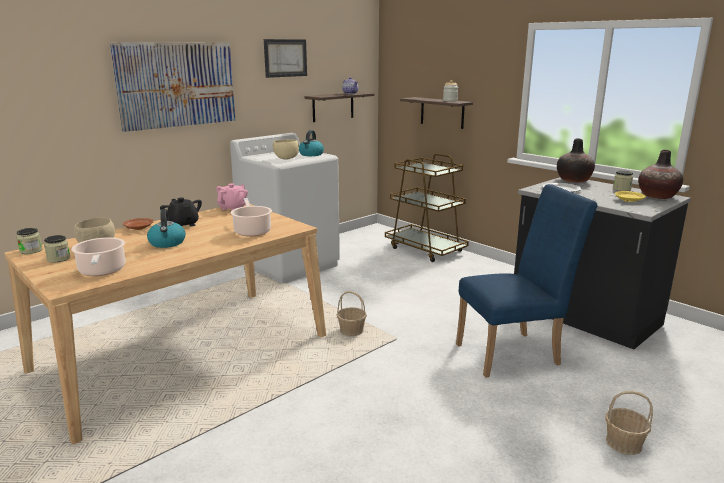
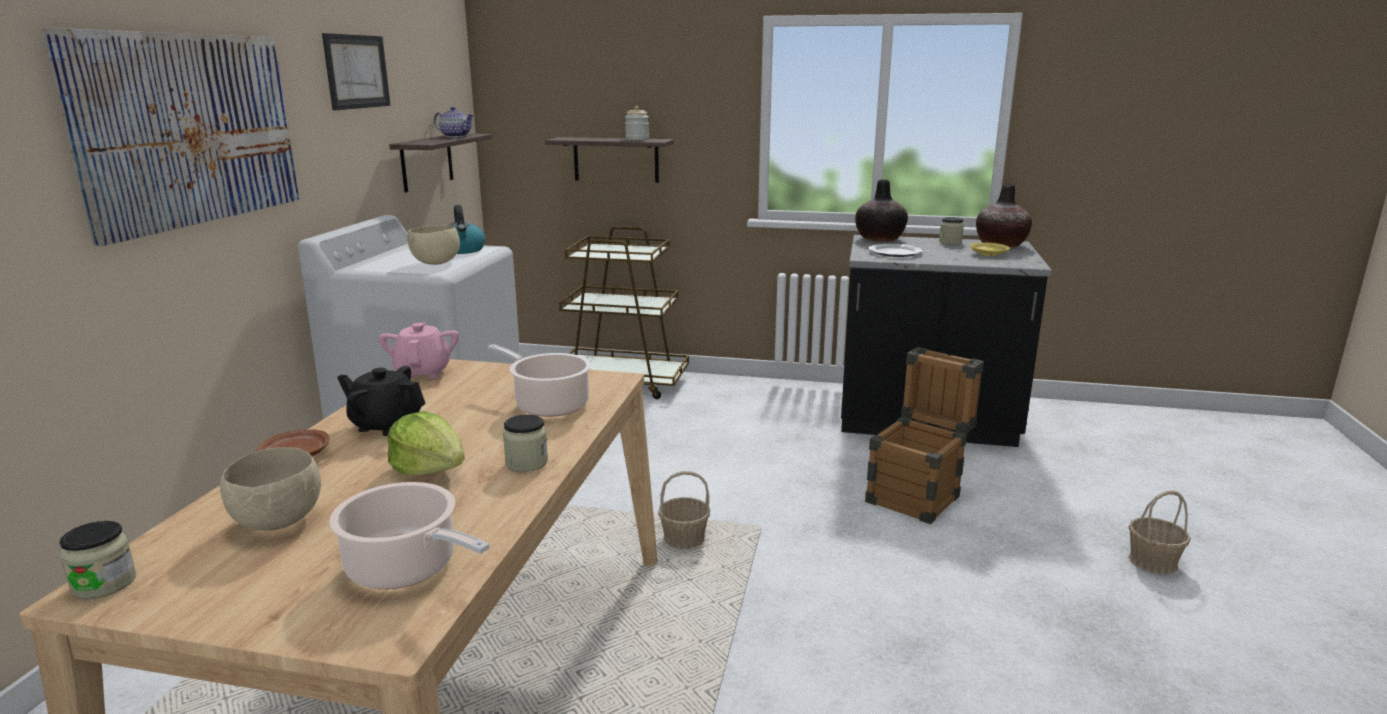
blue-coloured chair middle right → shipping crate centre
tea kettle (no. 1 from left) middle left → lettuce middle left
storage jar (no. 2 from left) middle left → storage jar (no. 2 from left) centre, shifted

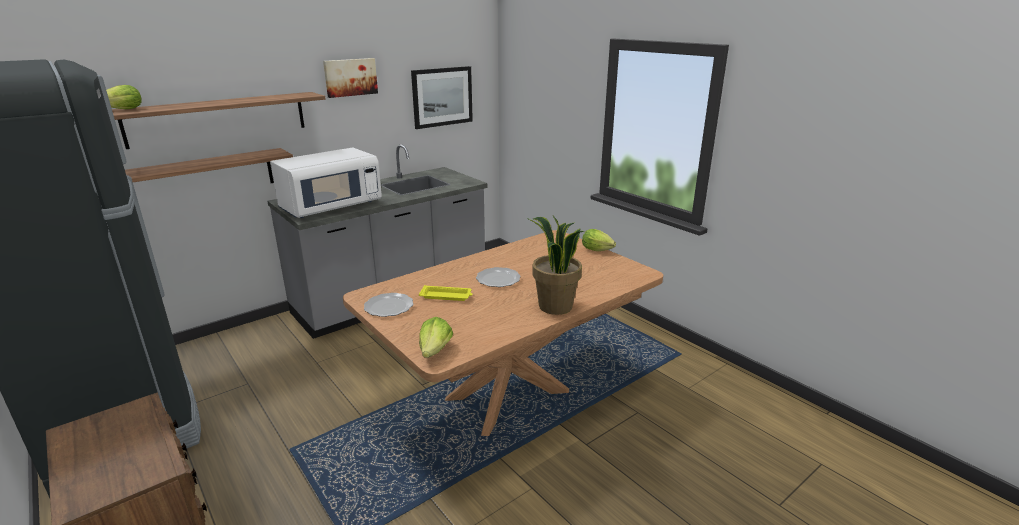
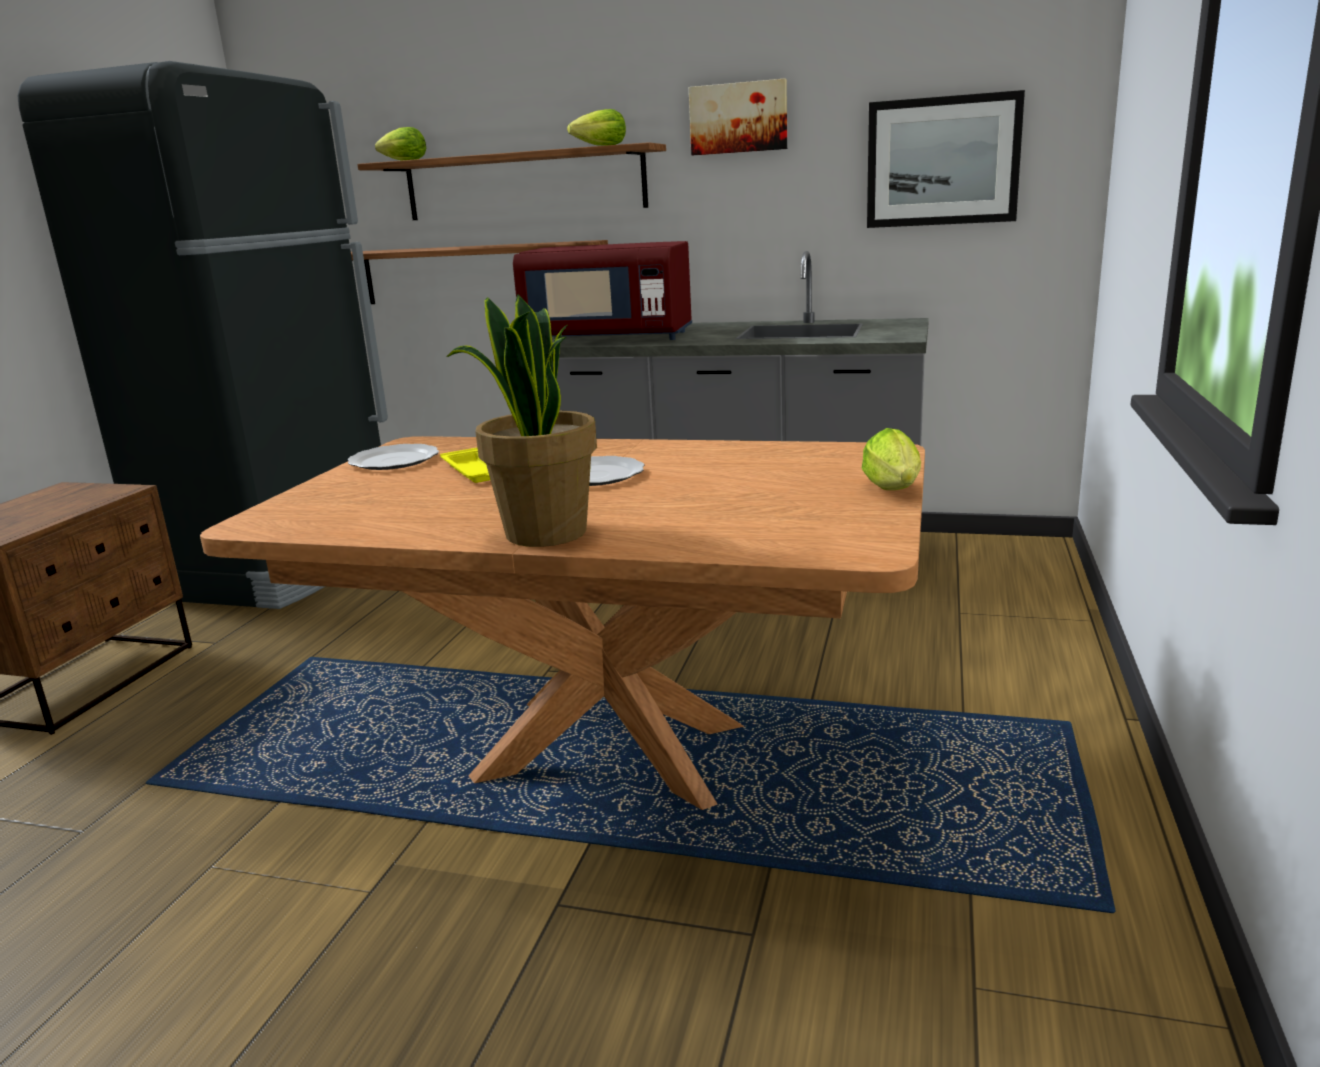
white microwave oven middle left → red microwave oven top centre
lettuce (no. 2 from left) centre → lettuce (no. 2 from left) top centre, shifted

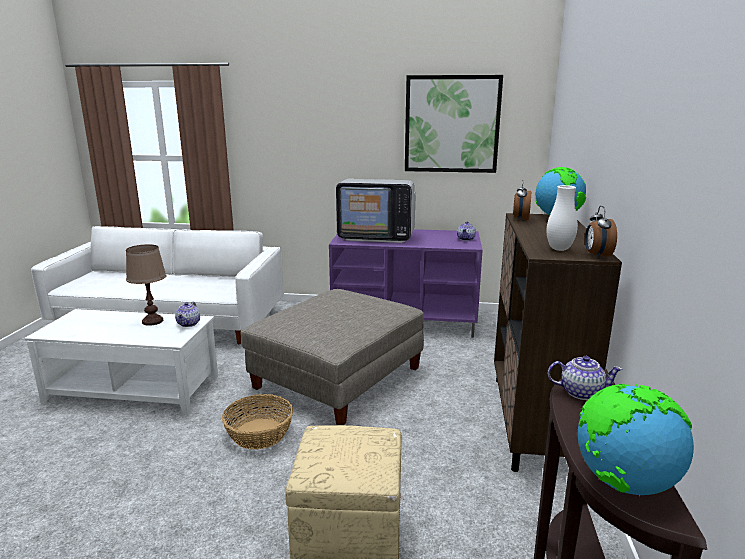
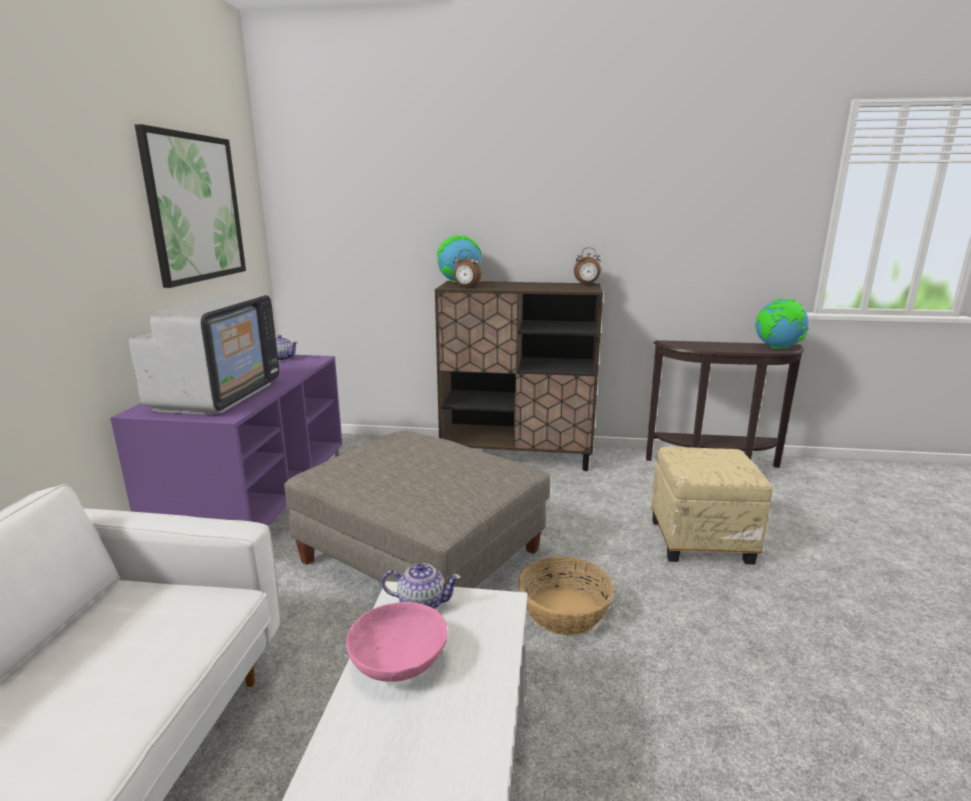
white decorative vase middle right → -
brownish table lamp middle left → pinkish bowl bottom centre
teapot (no. 3 from left) bottom right → -

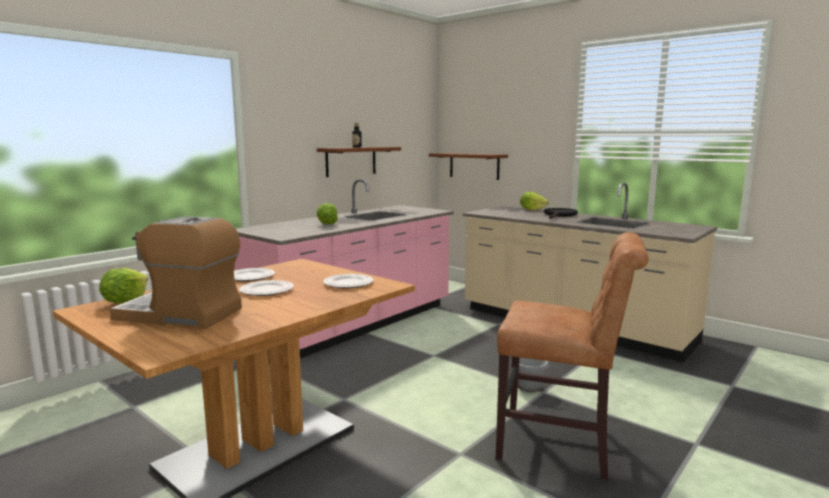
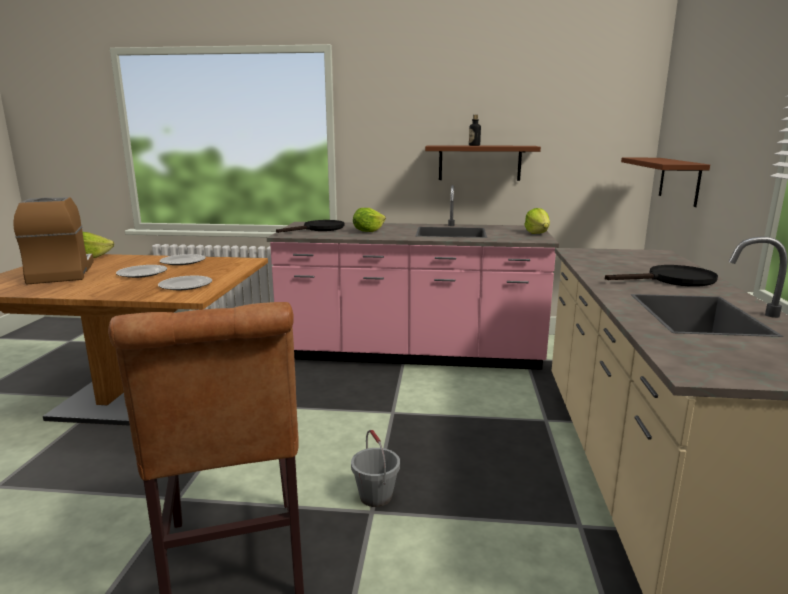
lettuce (no. 3 from left) centre → lettuce (no. 3 from left) middle right, shifted
- → black-coloured pan (no. 1 from left) centre

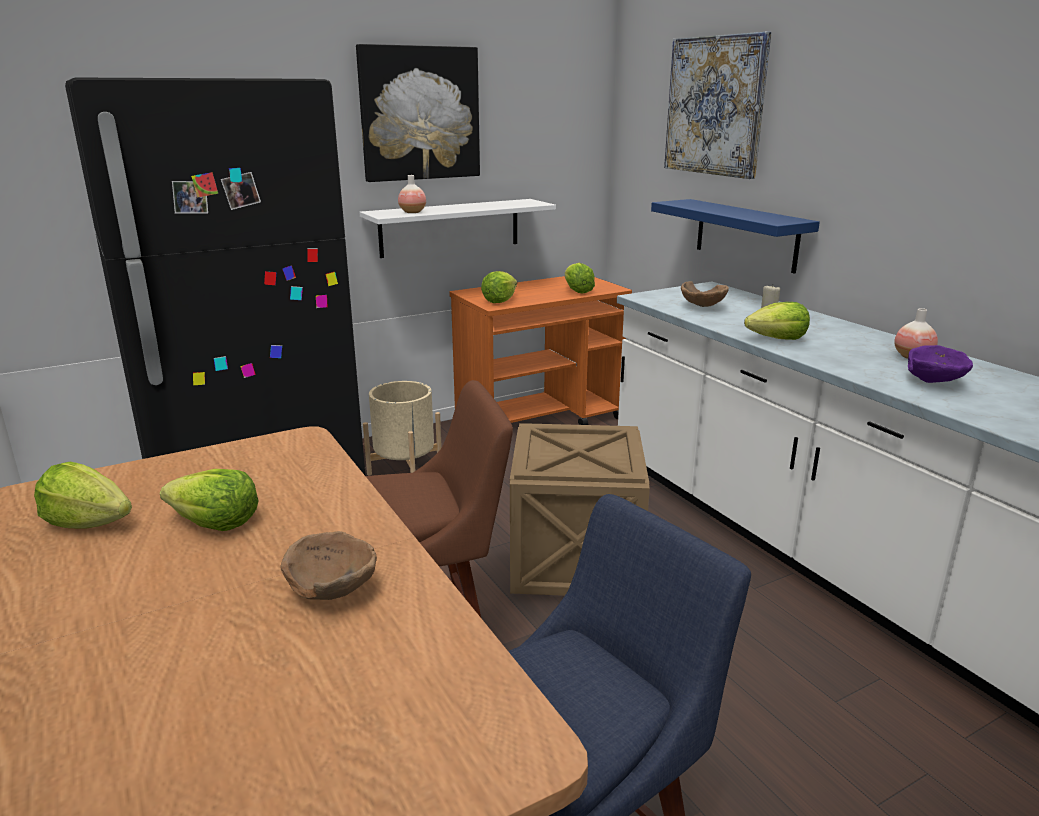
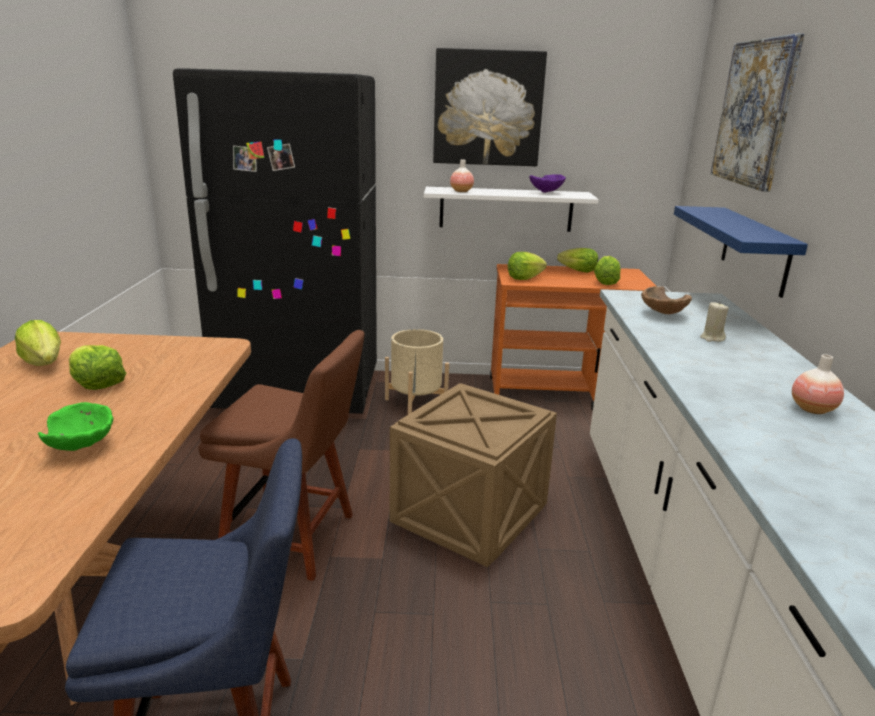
lettuce (no. 5 from left in the first image) middle right → lettuce (no. 4 from left) centre, shifted
purple-coloured bowl middle right → purple-coloured bowl top centre, shifted
brownish bowl (no. 1 from left) bottom left → greenish bowl middle left

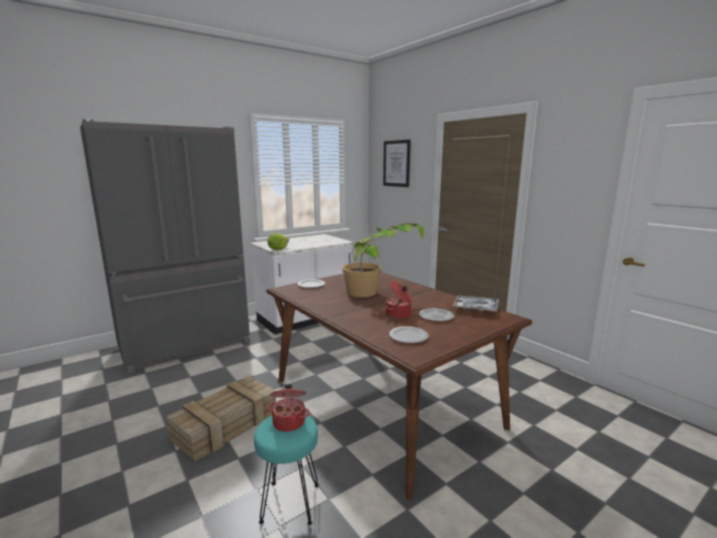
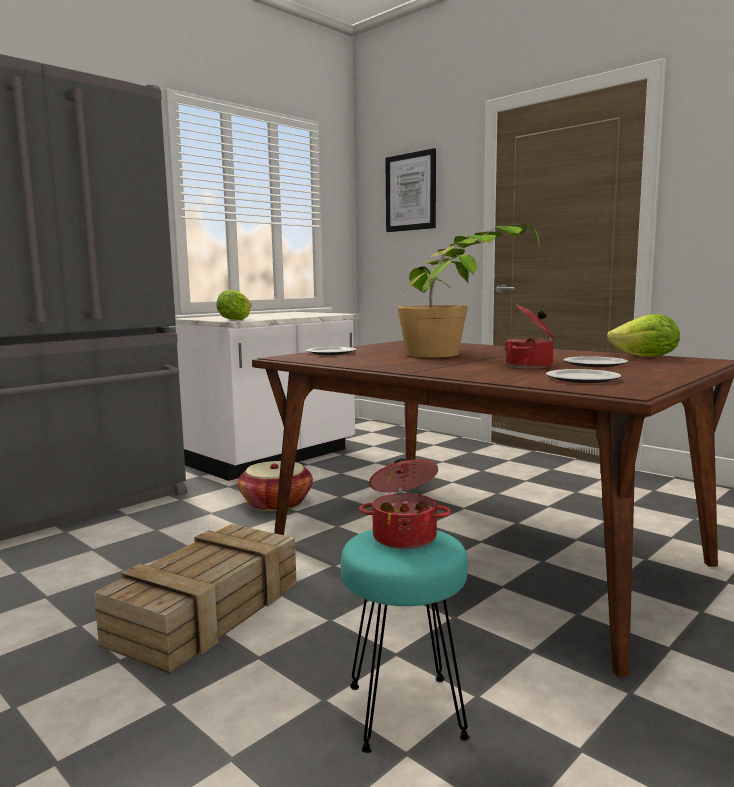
tray centre → lettuce (no. 2 from left) middle right
- → household basket centre

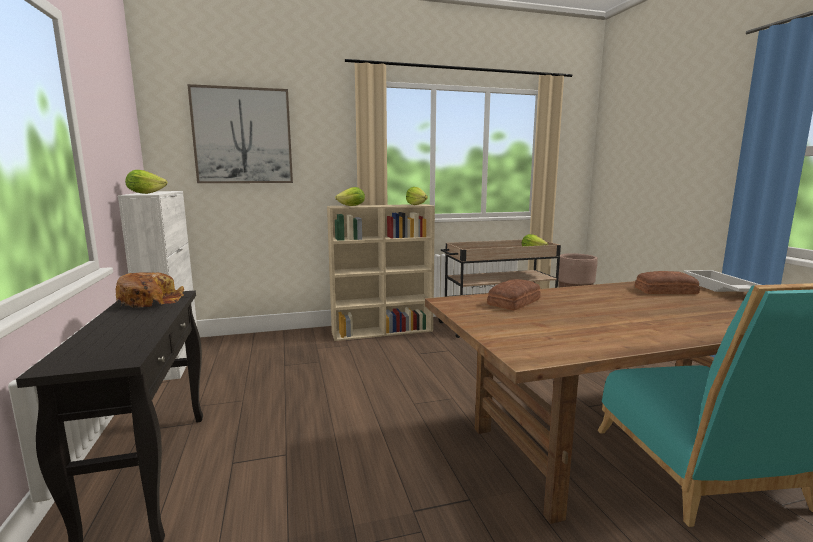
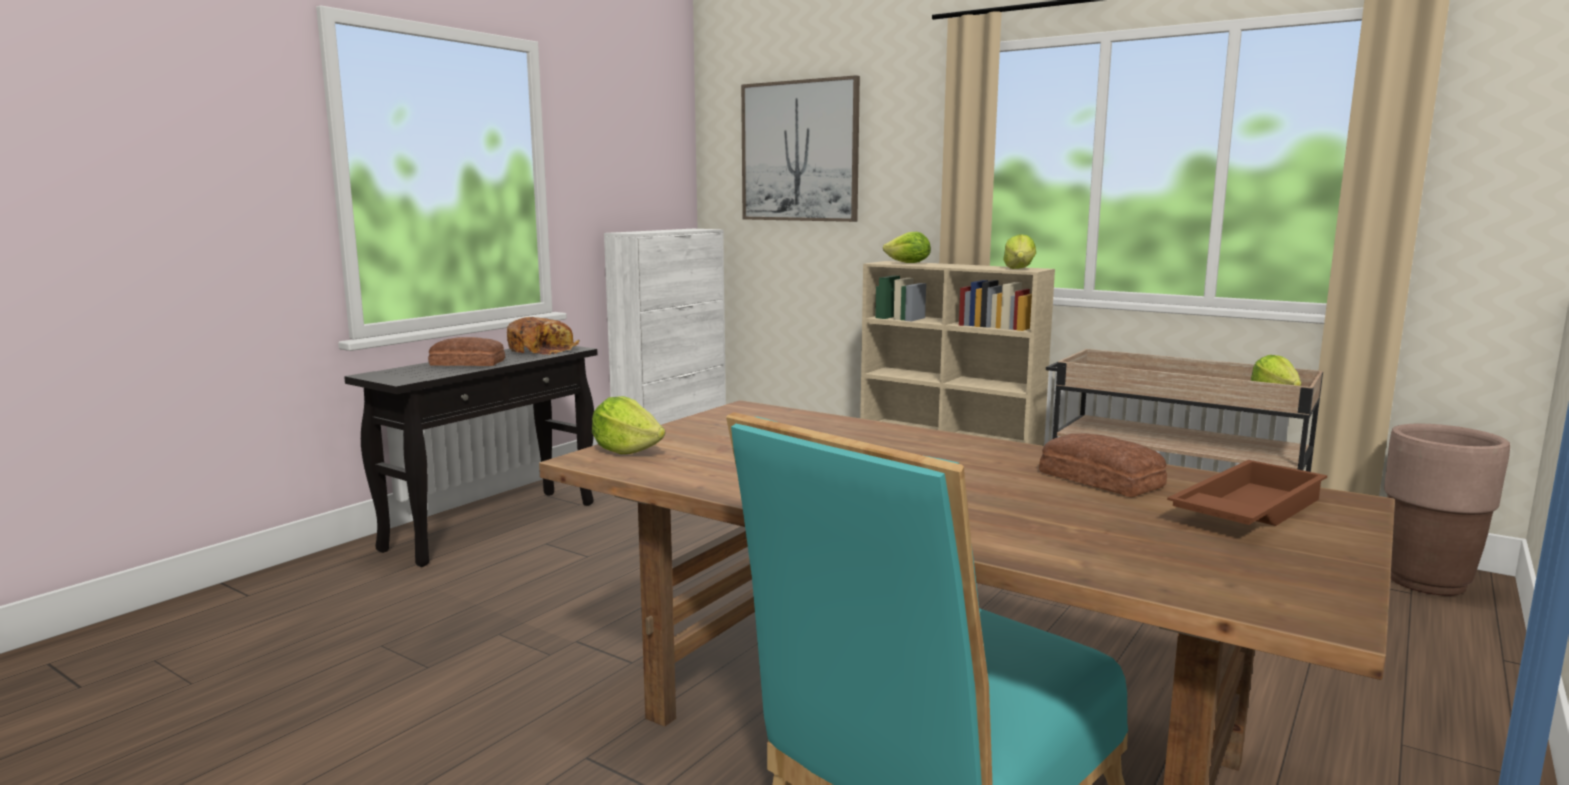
lettuce (no. 1 from left) middle left → lettuce (no. 1 from left) centre, shifted
white tray middle right → brownish tray middle right
baked bread (no. 2 from left in the first image) centre → baked bread (no. 1 from left) middle left, shifted

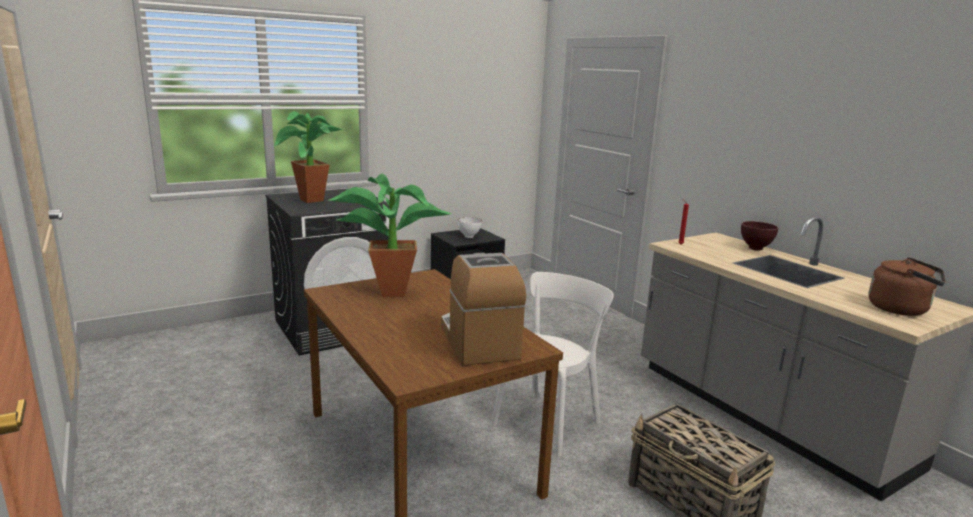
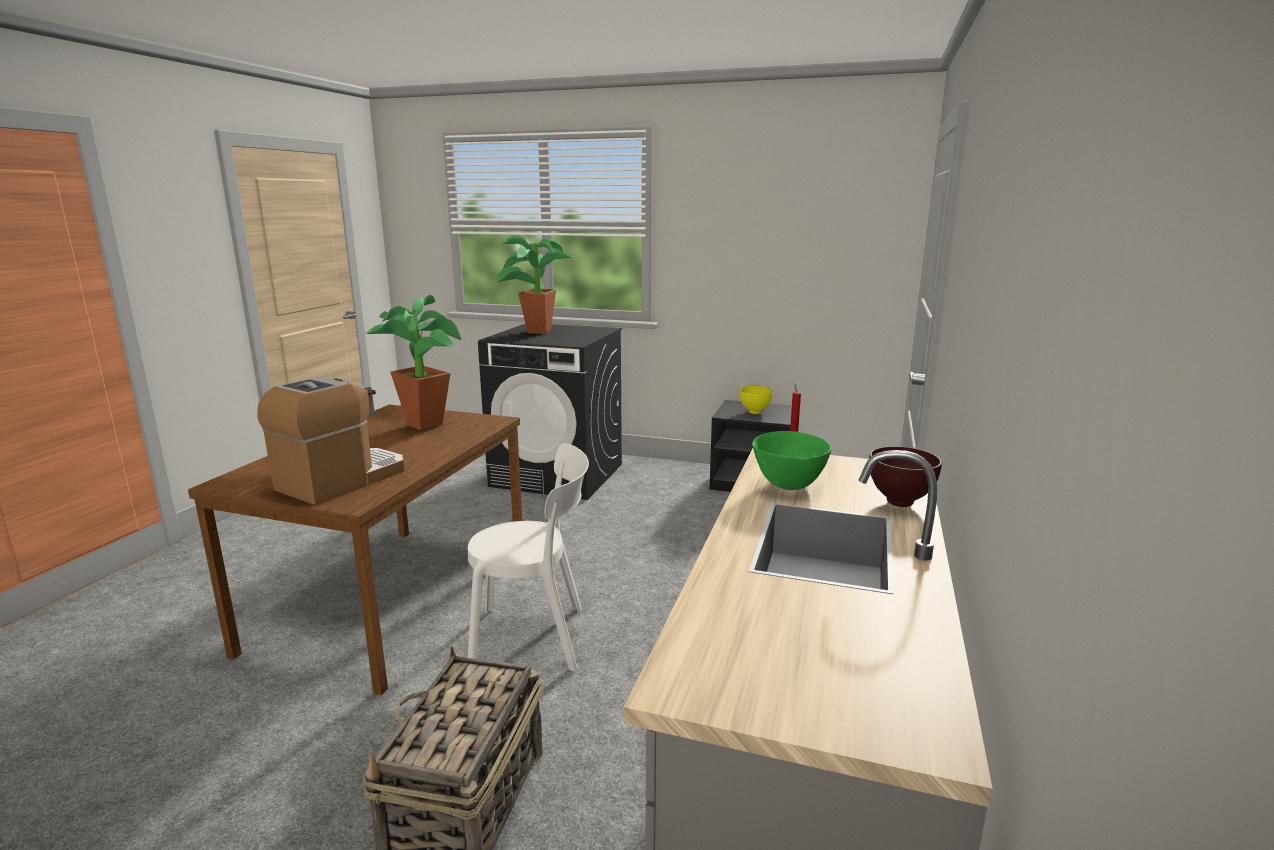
white bowl centre → yellow bowl centre
brownish tea kettle middle right → -
- → greenish bowl centre

